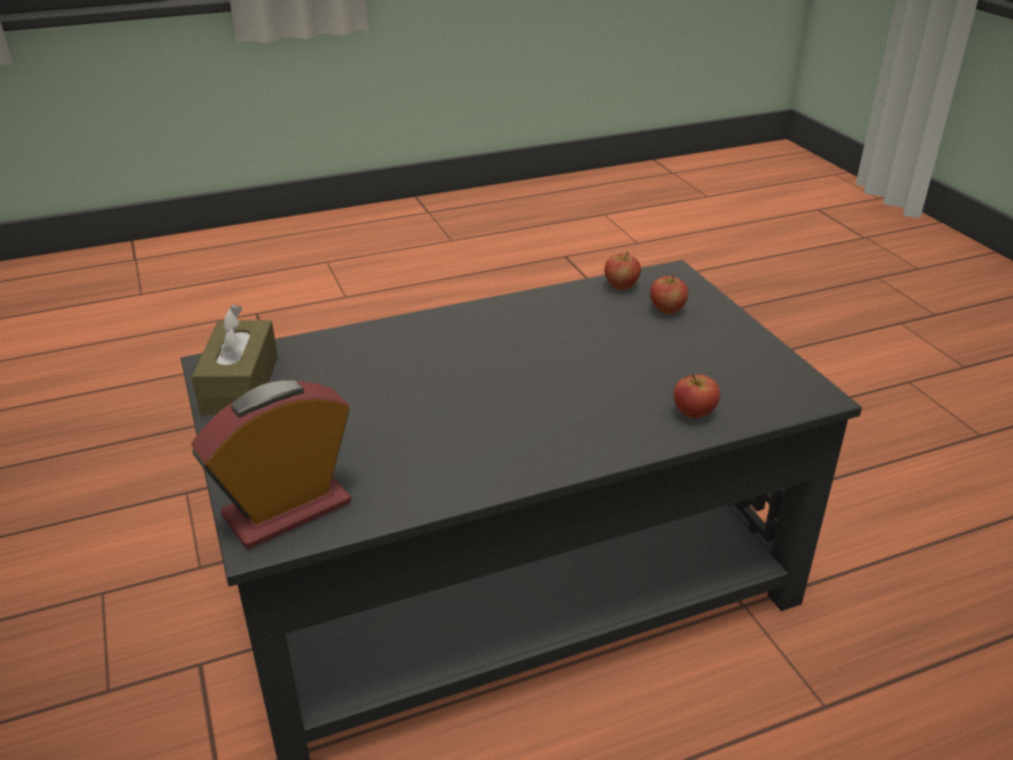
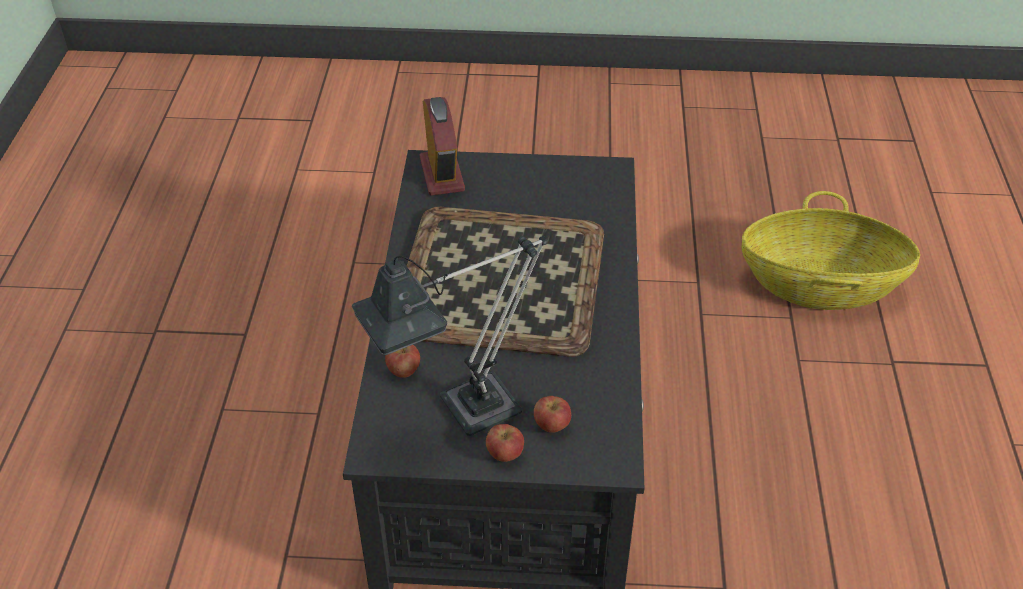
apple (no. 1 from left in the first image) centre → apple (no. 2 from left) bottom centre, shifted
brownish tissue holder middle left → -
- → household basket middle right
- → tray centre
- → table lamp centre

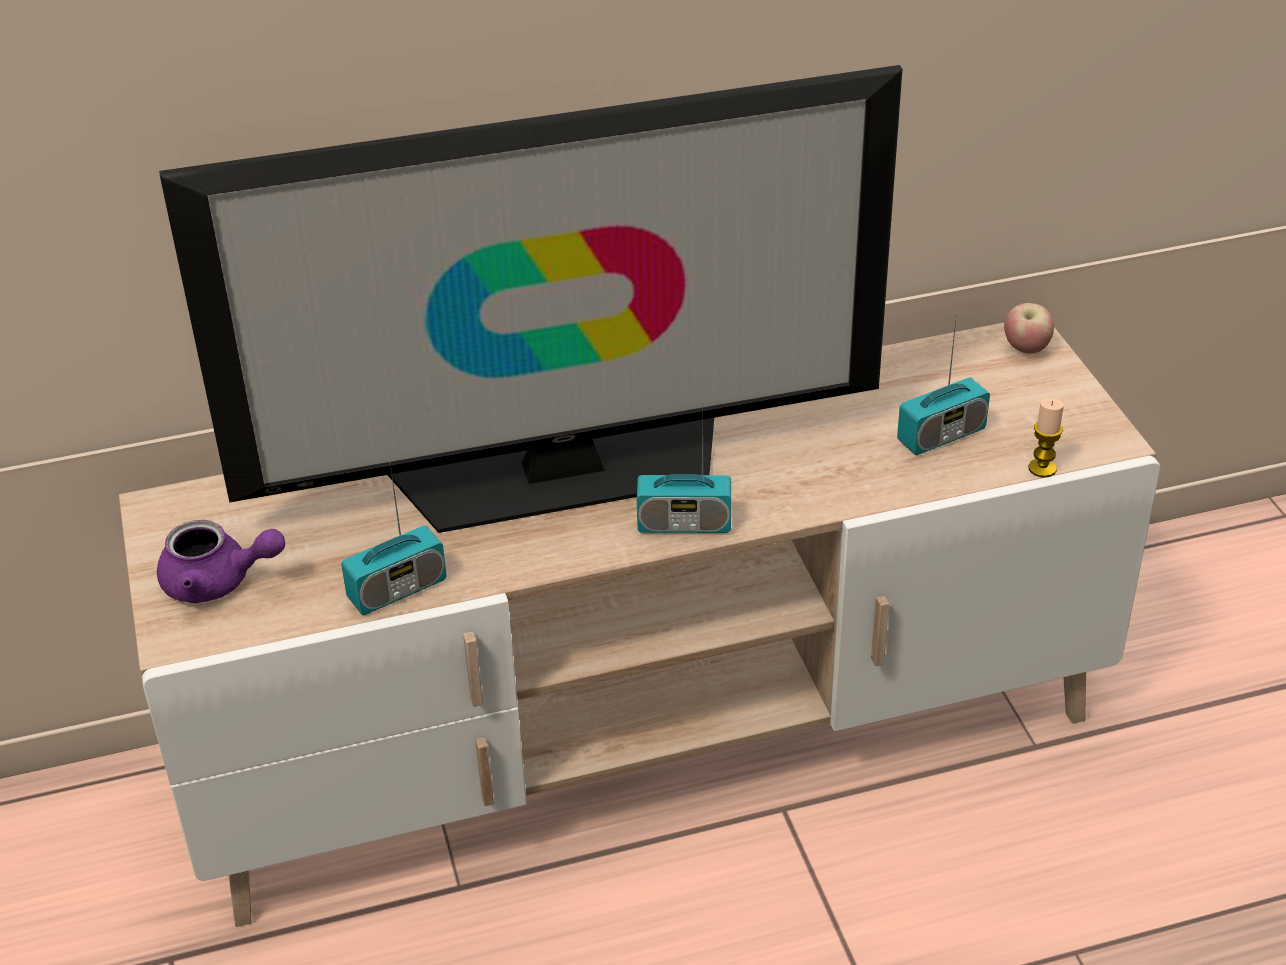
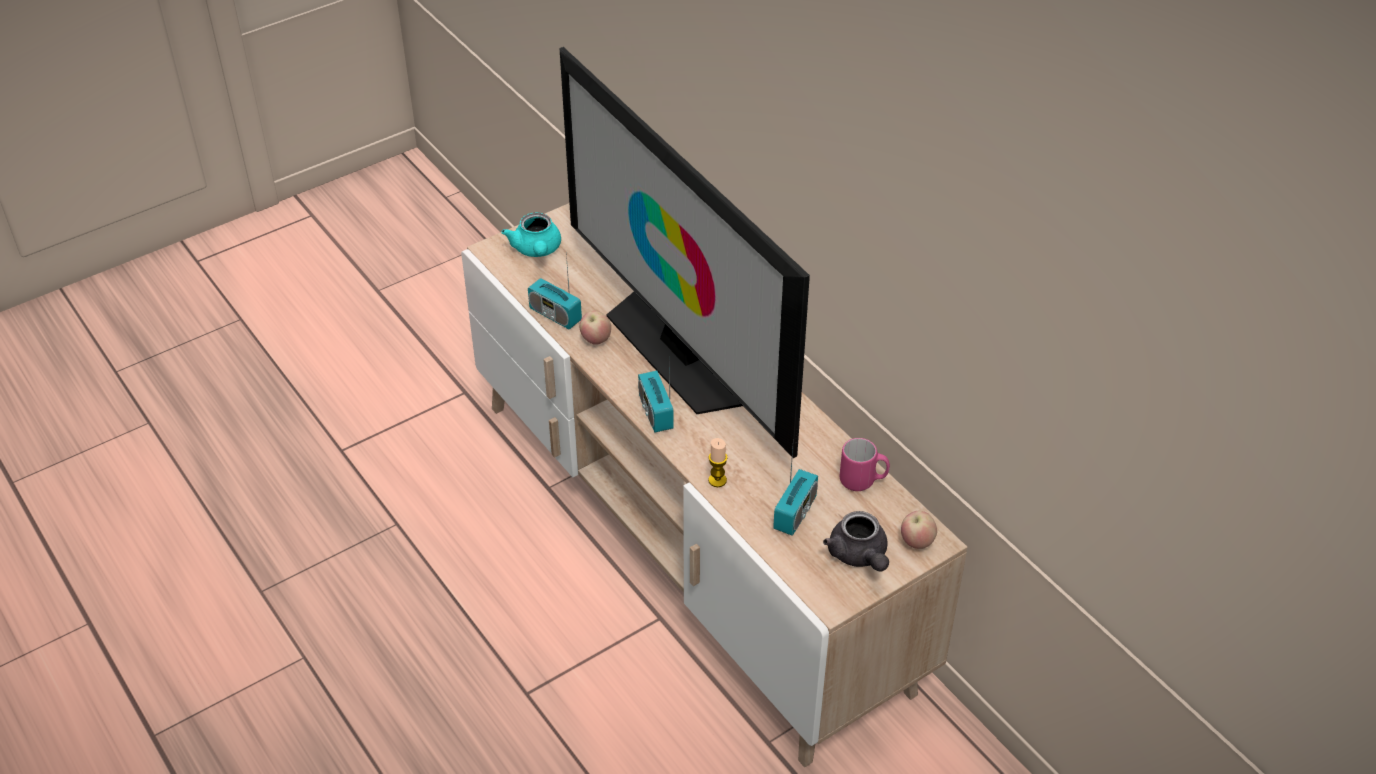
radio (no. 3 from left) middle right → radio (no. 3 from left) centre, 105 degrees counterclockwise
wax light middle right → wax light centre, shifted
purple-coloured teapot middle left → turquoise teapot top centre
- → apple (no. 1 from left) centre
- → pinkish coffee mug centre
- → greyish teapot bottom centre

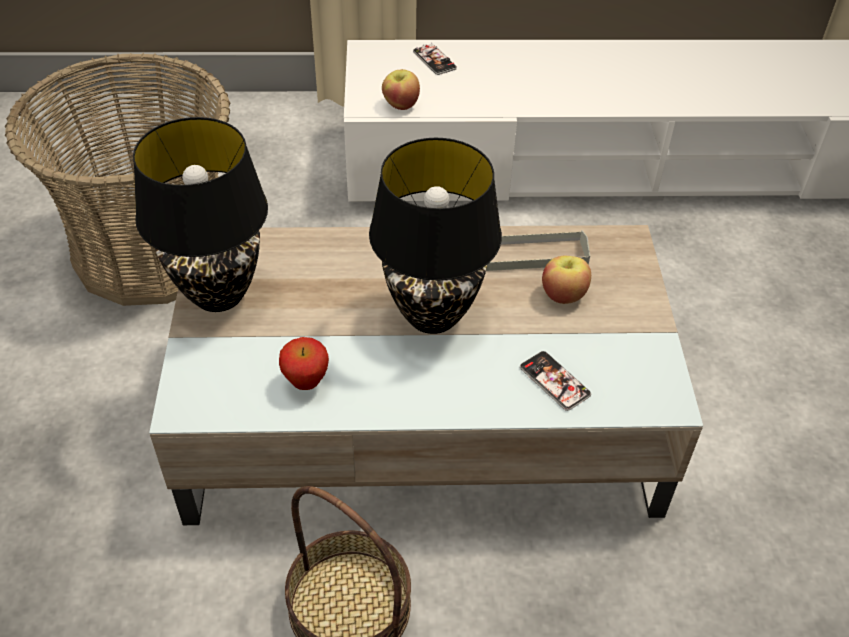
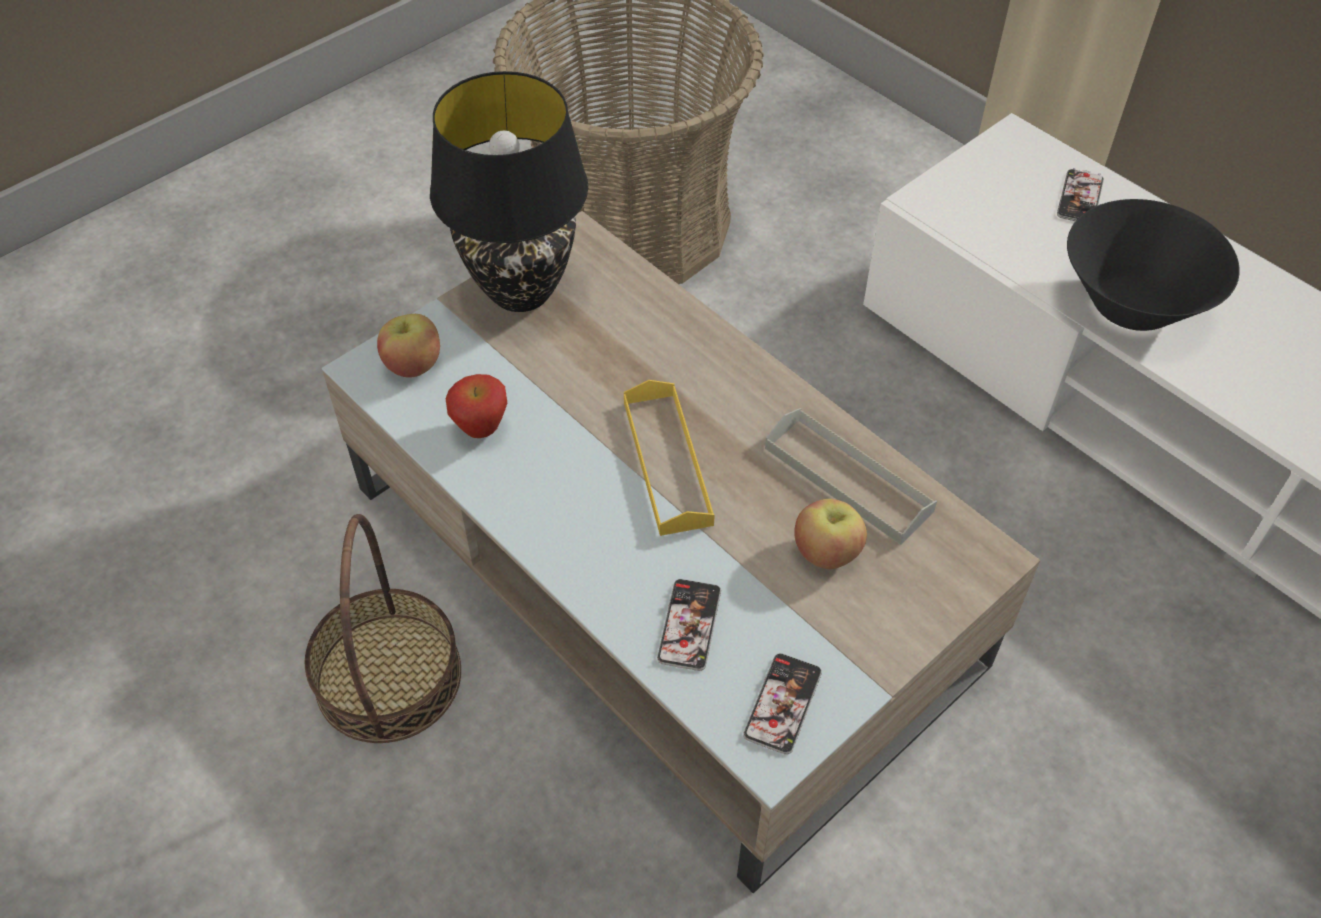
apple (no. 2 from left in the first image) top centre → apple (no. 1 from left) middle left, shifted
black-coloured table lamp (no. 2 from left) centre → yellow tray centre
- → black-coloured bowl top right
- → handset (no. 2 from left) bottom centre

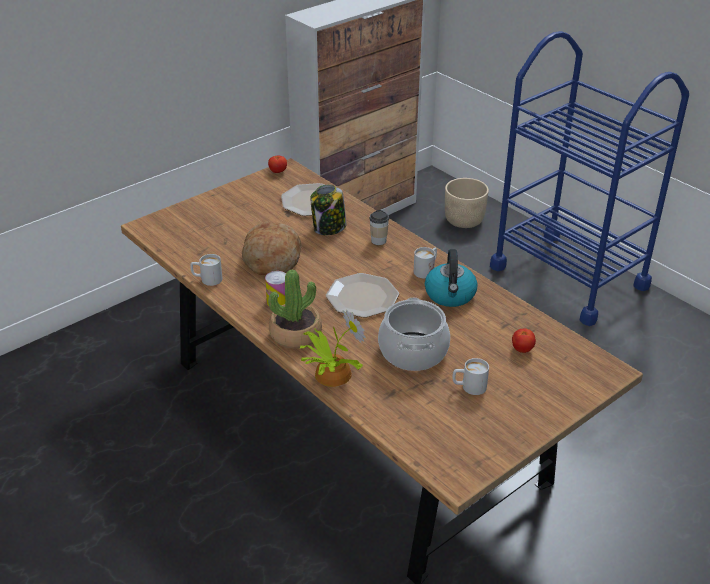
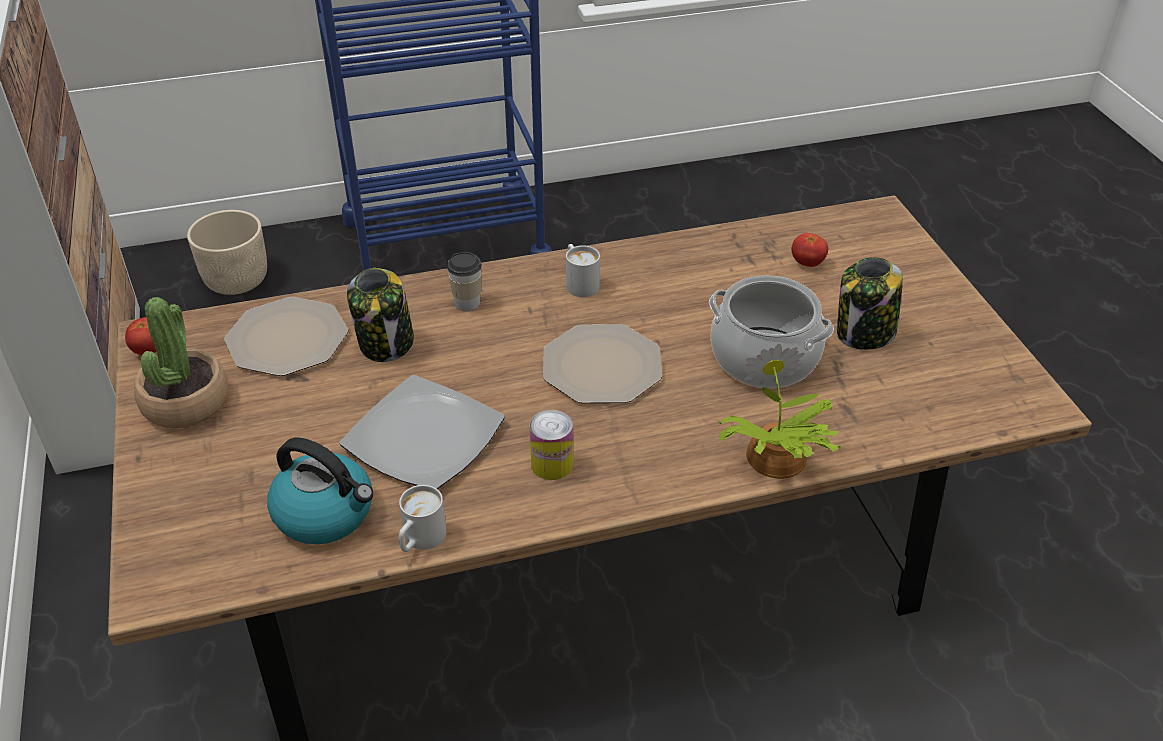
baked bread centre → dinner plate (no. 2 from left) centre
tea kettle centre → tea kettle middle left, shifted
plant in a pot (no. 1 from left) centre → plant in a pot (no. 1 from left) middle left, shifted
white coffee mug (no. 3 from left) centre → storage jar (no. 2 from left) middle right

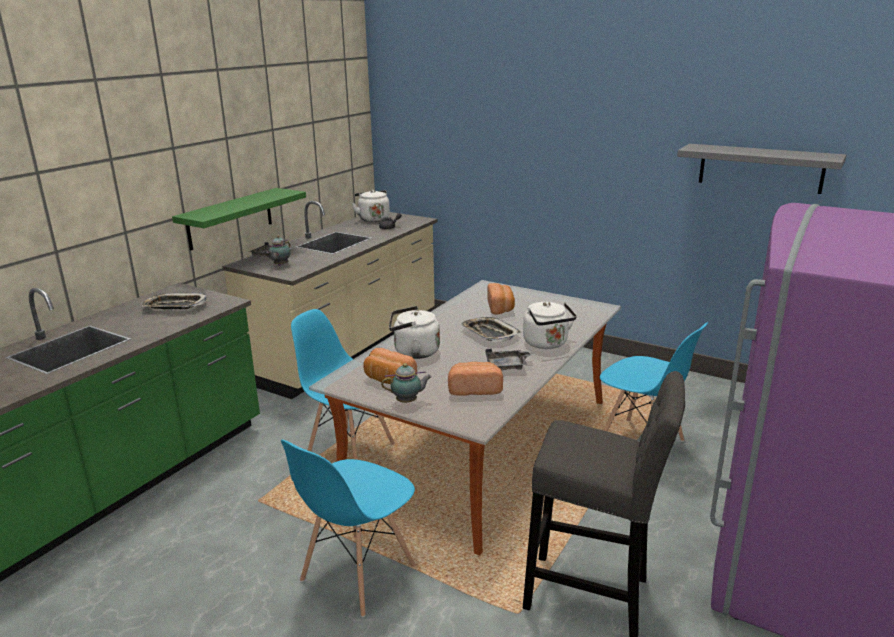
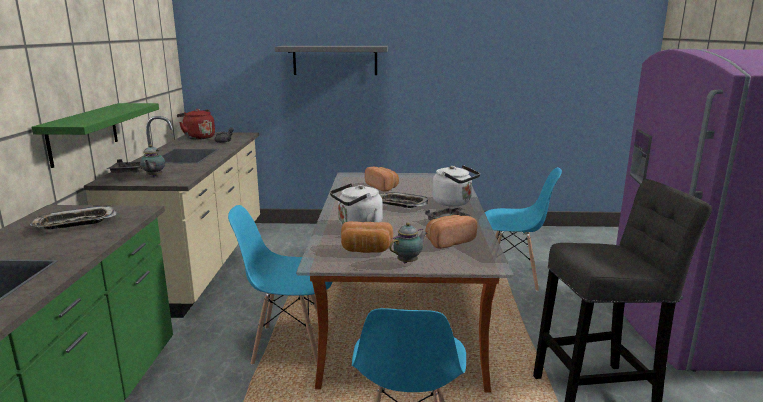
greyish bracket shelf top right → greyish bracket shelf top centre, shifted
white tea kettle (no. 1 from left) top centre → red tea kettle top left

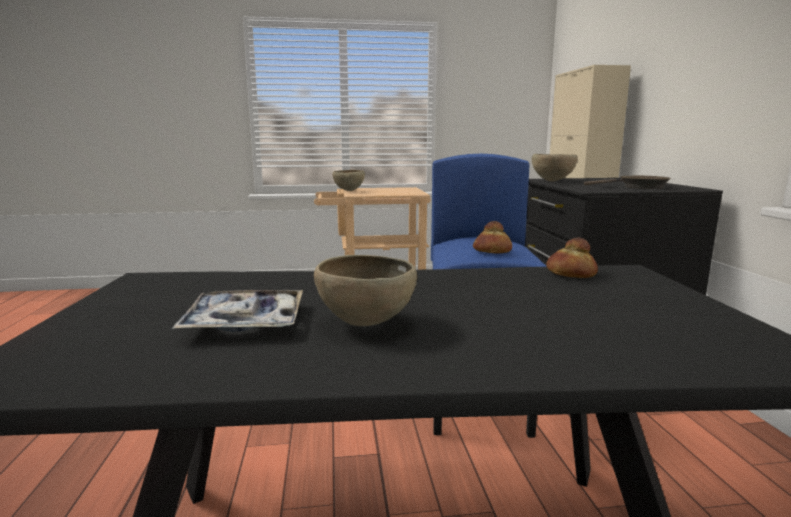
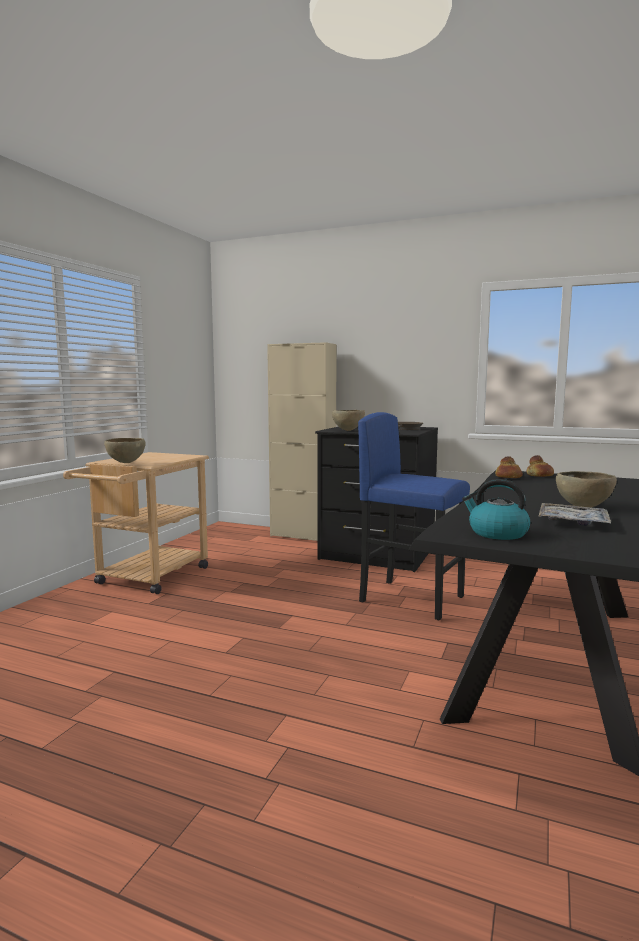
baked bread (no. 1 from left in the first image) centre → baked bread (no. 2 from left) middle right, shifted
- → tea kettle middle right

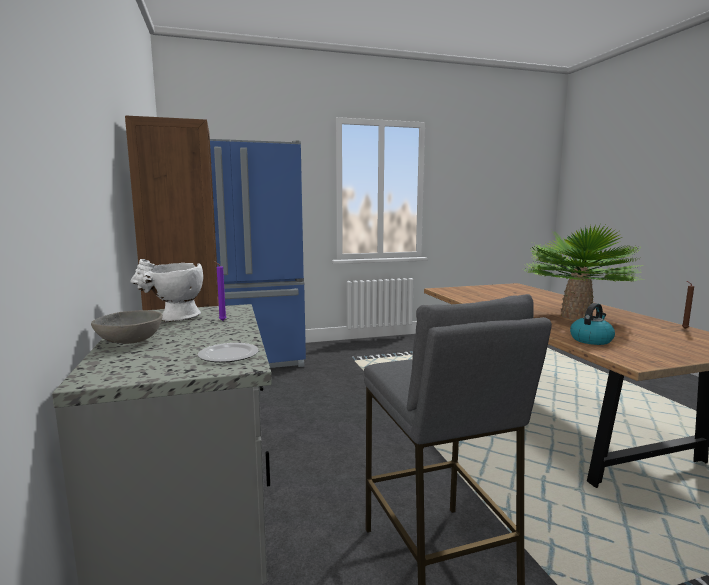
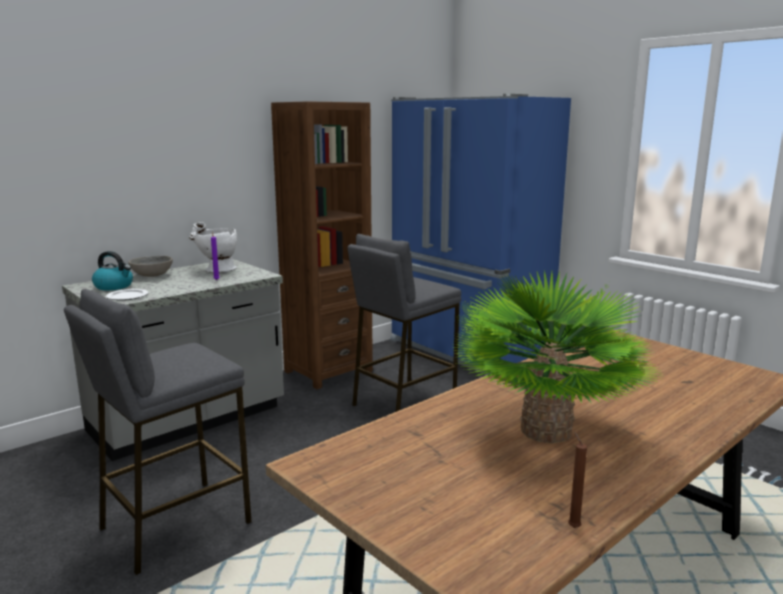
tea kettle middle right → tea kettle middle left, shifted
- → greyish sitting stool (no. 2 from left) centre

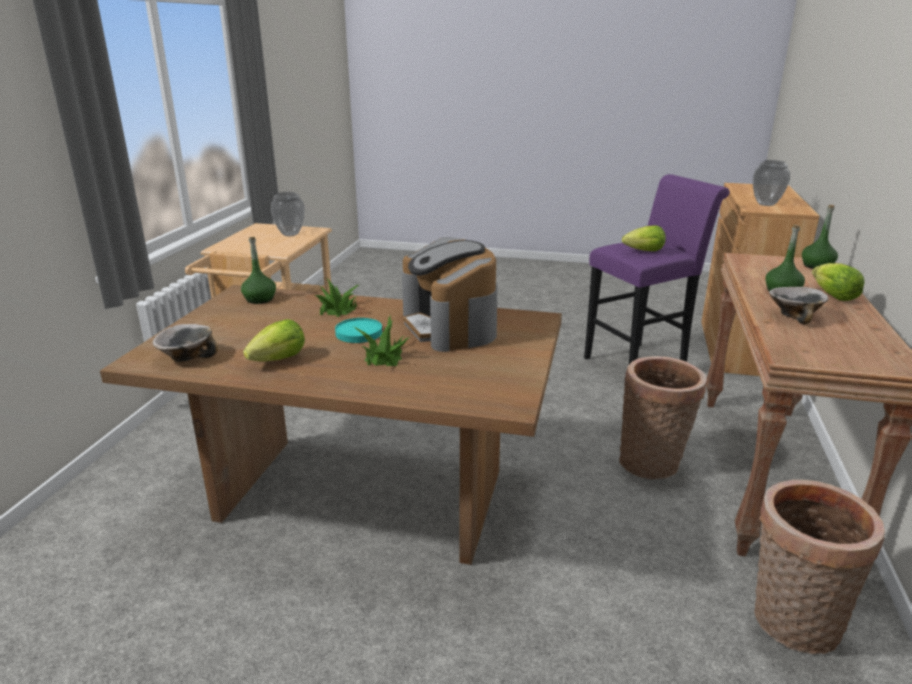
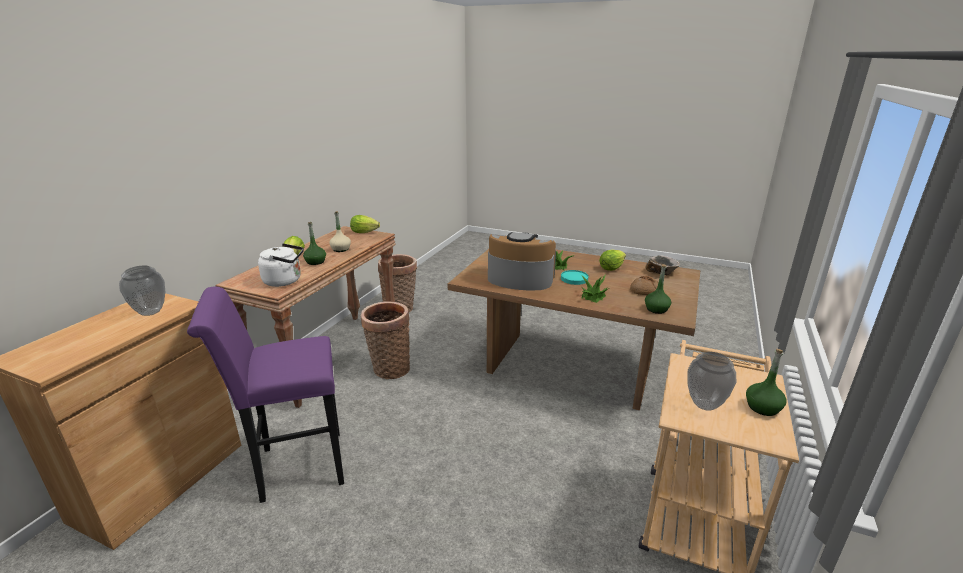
greenish drink bottle (no. 3 from left) middle right → greenish drink bottle (no. 3 from left) bottom right, shifted
lettuce (no. 2 from left) middle right → lettuce (no. 2 from left) centre, shifted
coffee maker centre, 60 degrees counterclockwise
bowl (no. 2 from left) middle right → beige drink bottle centre
- → white tea kettle middle left
- → baked bread middle right

